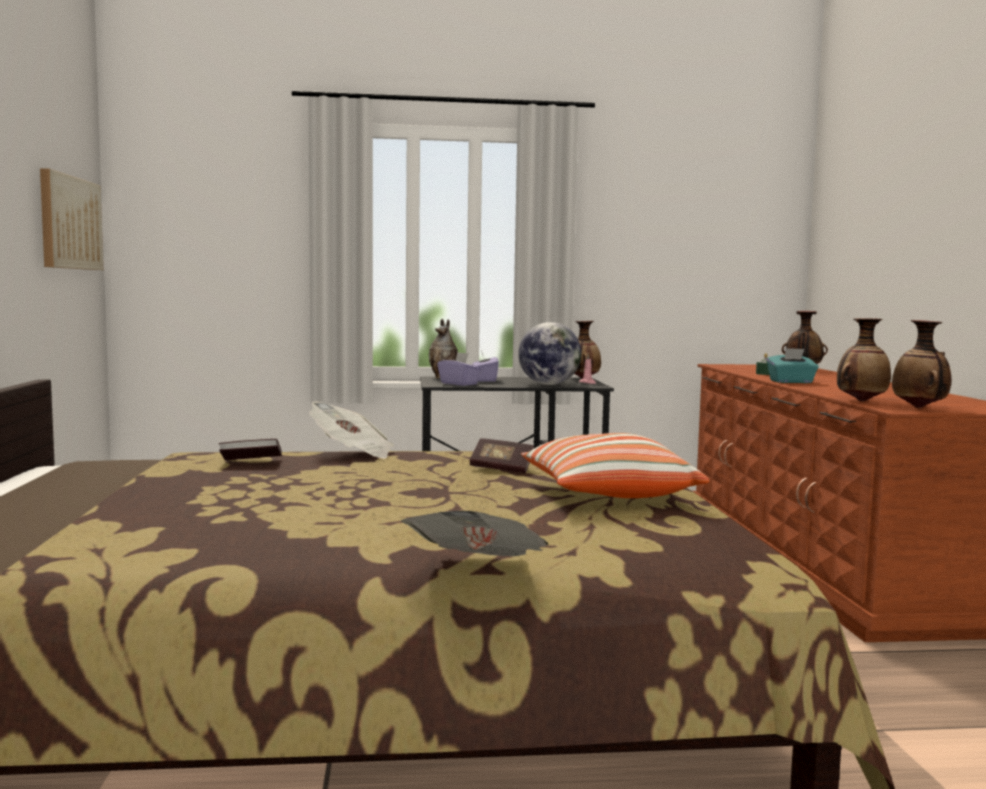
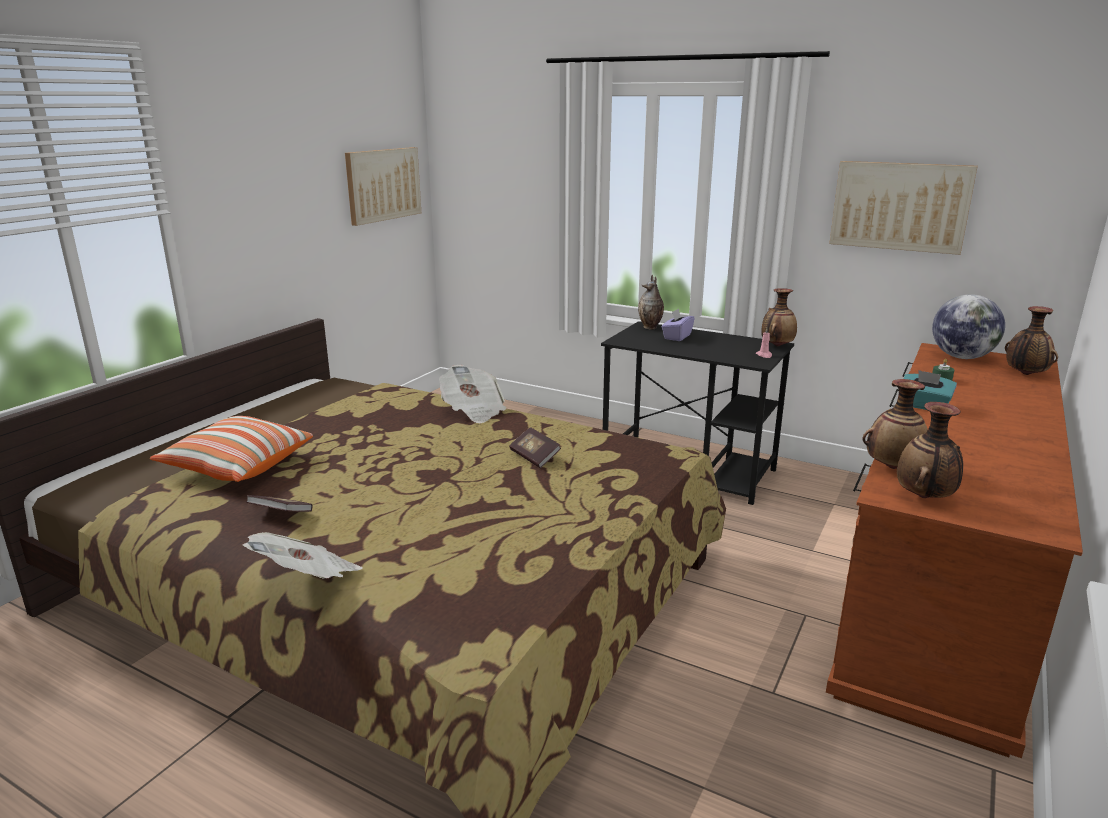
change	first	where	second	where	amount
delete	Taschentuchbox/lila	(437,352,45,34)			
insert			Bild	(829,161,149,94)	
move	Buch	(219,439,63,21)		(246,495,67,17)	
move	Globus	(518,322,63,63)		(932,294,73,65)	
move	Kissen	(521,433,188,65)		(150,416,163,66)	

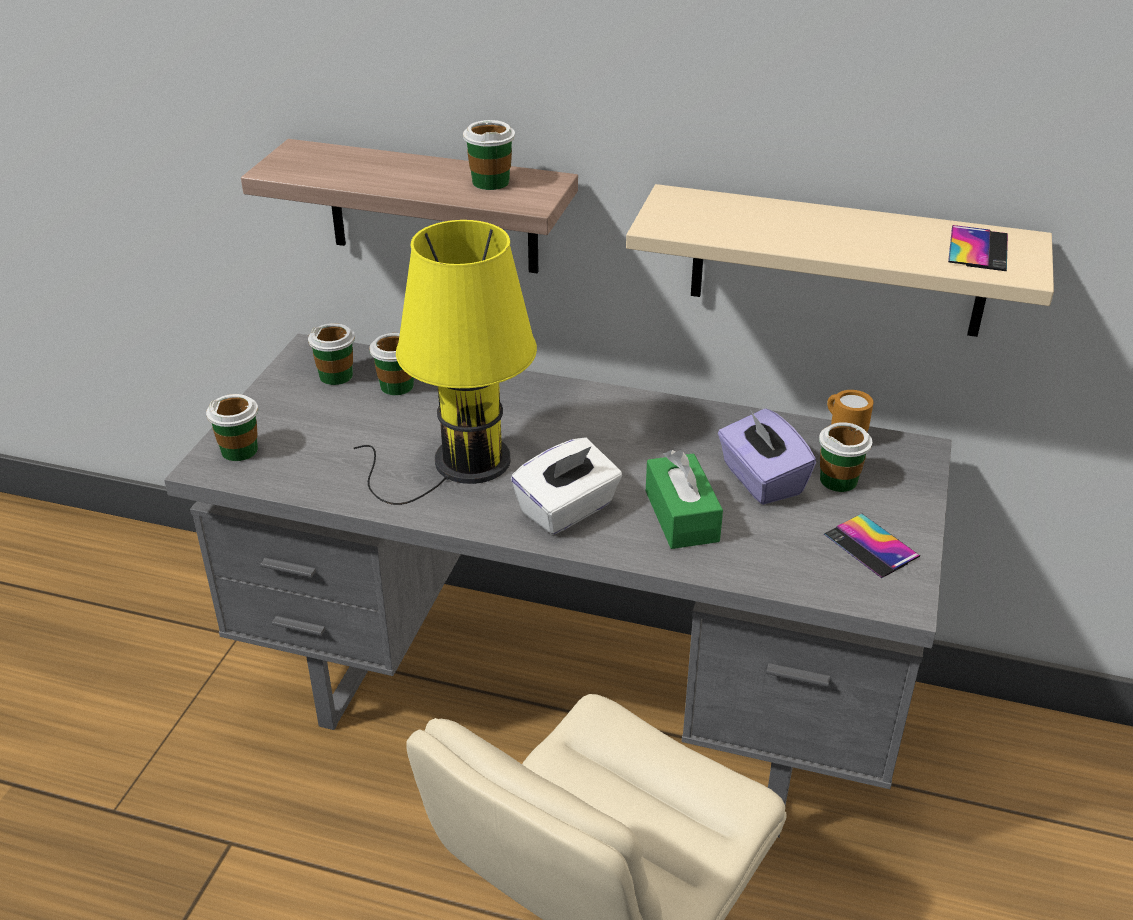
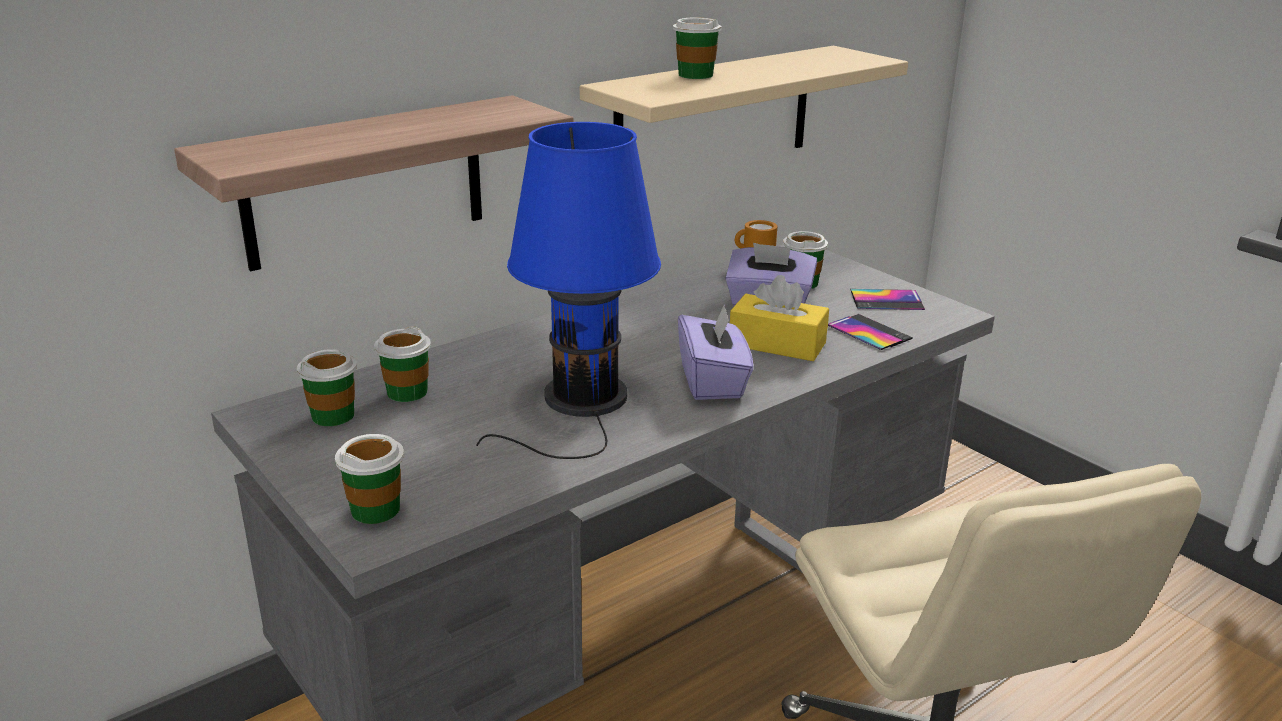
change	first	where	second	where	amount
move	Tasse	(463,120,52,70)		(673,17,48,62)	
move	Handy	(948,225,60,46)		(828,314,85,36)	
recolor	Tischlampe/gelb	(354,220,183,285)	Tischlampe/blau	(477,122,184,337)	
recolor	Taschentuchbox/weiß	(511,438,111,97)	Taschentuchbox/lila	(678,303,75,97)	
recolor	Taschentuchbox/grün	(646,450,77,99)	Taschentuchbox/gelb	(730,275,99,86)	

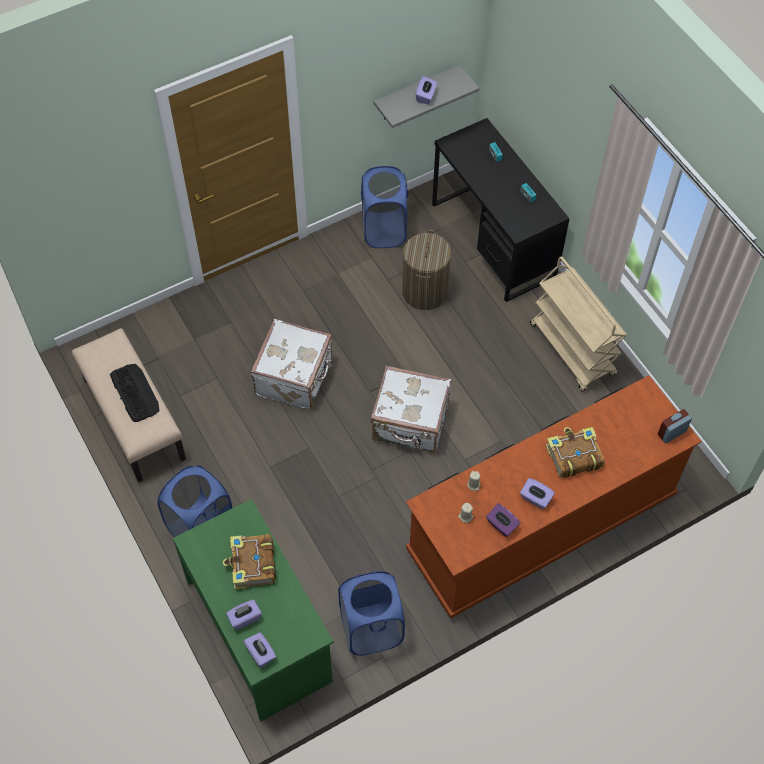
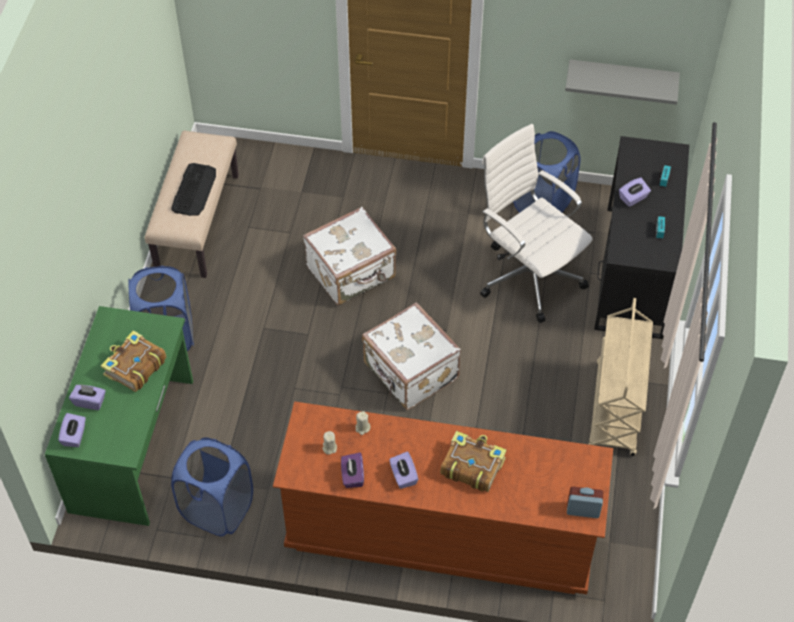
change	first	where	second	where	amount
move	Taschentuchbox/lila	(416,76,21,28)		(619,177,32,30)	
replace	Wäschekorb	(402,230,49,80)	Bürostuhl/weiß	(480,124,113,199)	

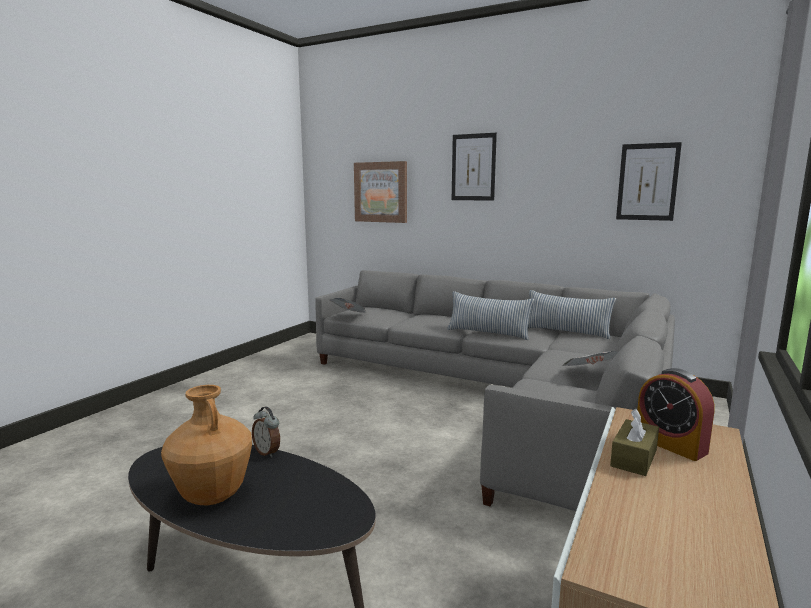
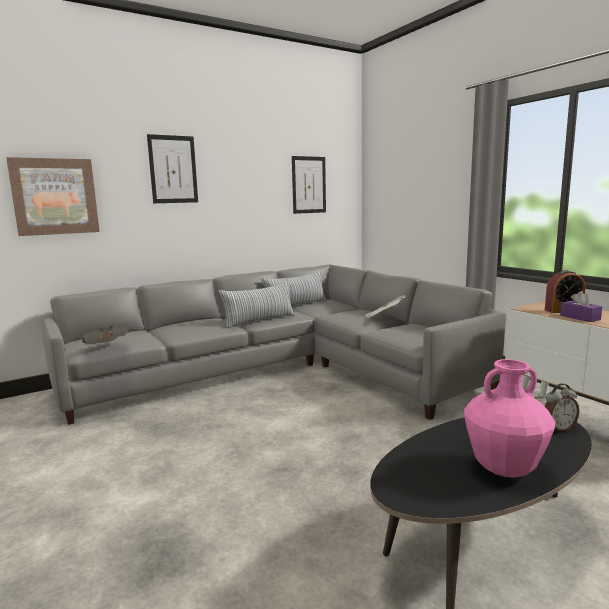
change	first	where	second	where	amount
move	Wecker	(252,407,28,51)		(545,383,34,48)	
recolor	Vase/braun	(161,385,91,121)	Vase/rosa	(464,359,91,119)	
recolor	Taschentuchbox/braun	(610,409,49,67)	Taschentuchbox/lila	(560,291,42,31)	

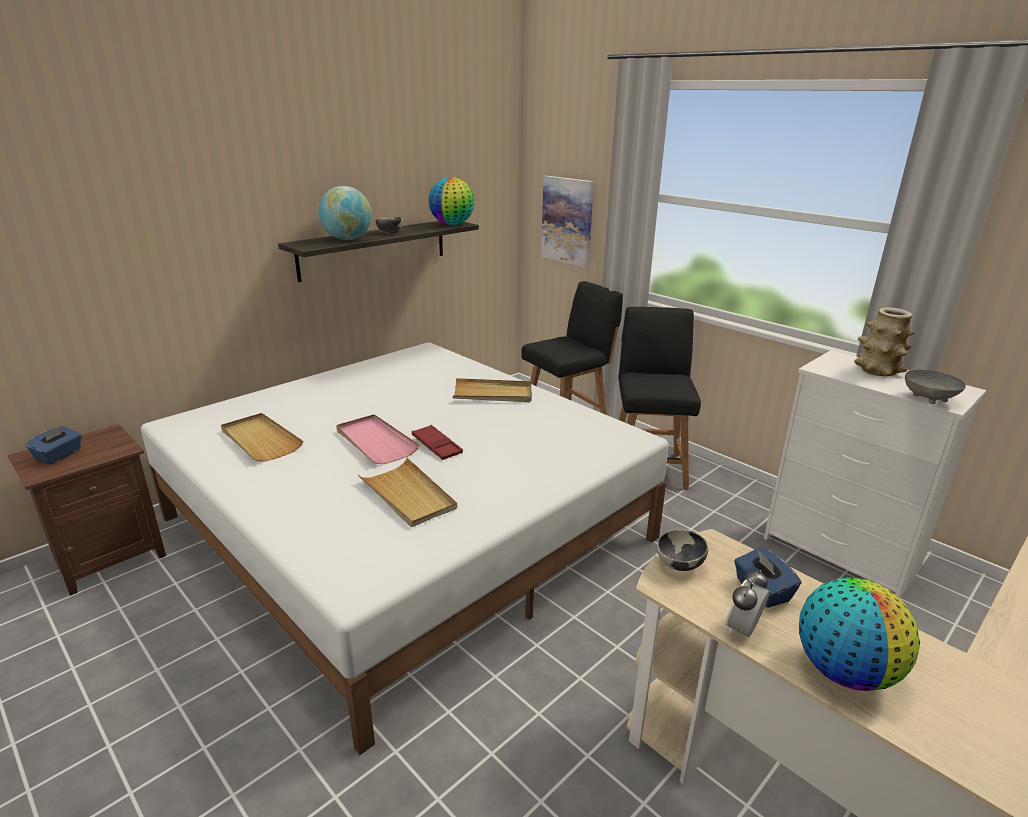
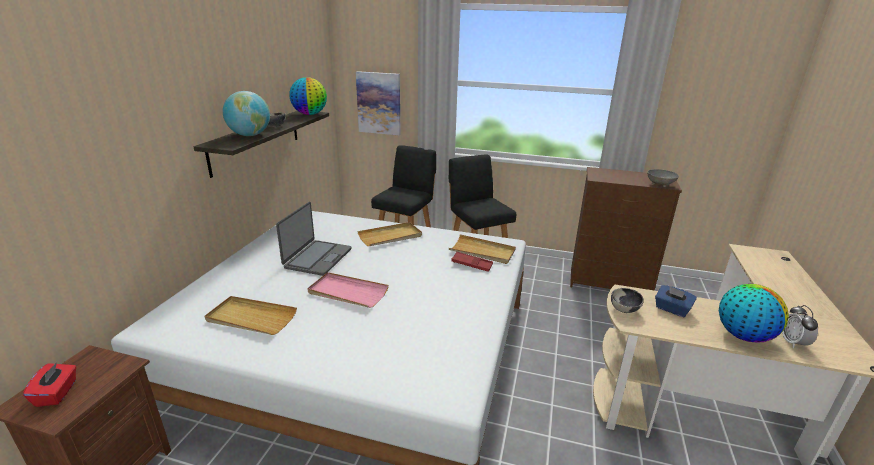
change	first	where	second	where	amount
delete	Vase	(854,308,61,68)			
insert			Laptop	(276,202,76,74)	
move	Tablett/beige	(357,458,100,69)		(449,234,67,30)	
move	Tablett/rot	(412,425,51,35)		(451,252,42,20)	
move	Wecker	(725,569,45,68)		(782,305,36,43)	
recolor	Taschentuchbox/blau	(26,425,56,39)	Taschentuchbox/rot	(23,362,53,45)	
recolor	Kommode/weiß	(764,350,222,248)	Kommode/braun	(570,167,112,123)	

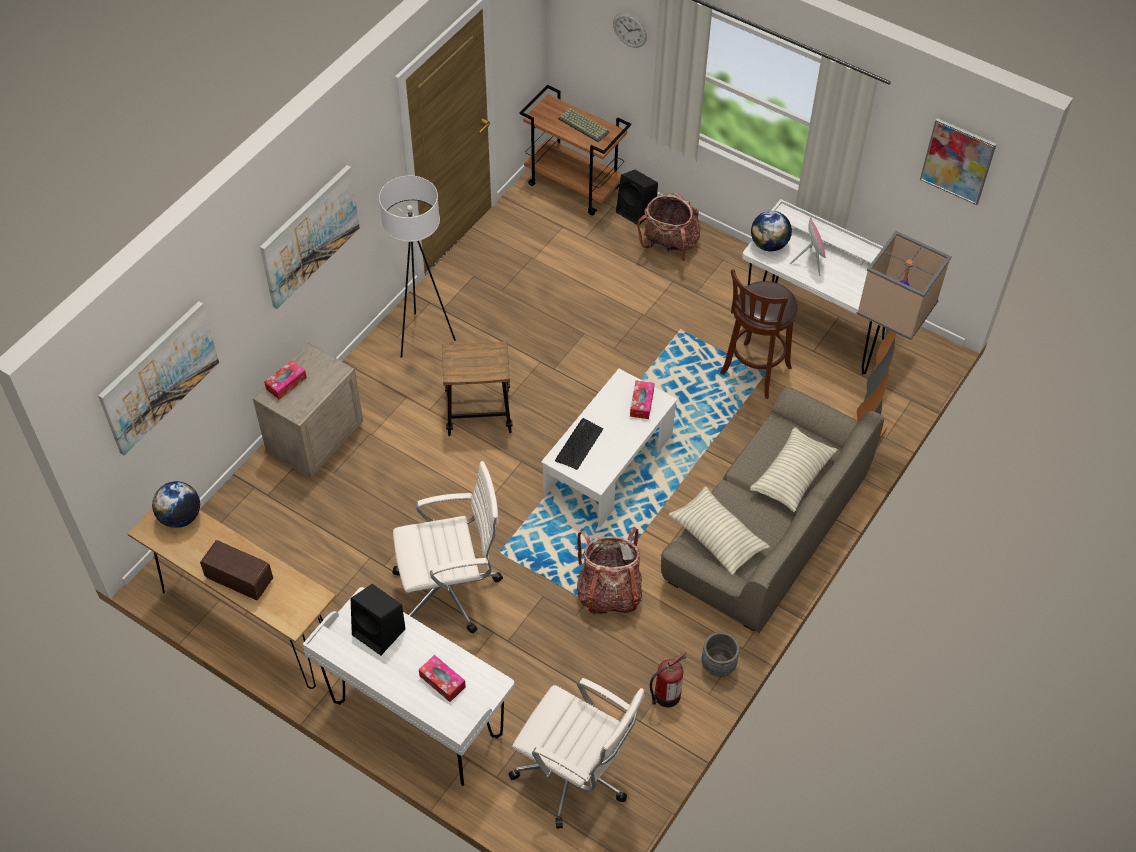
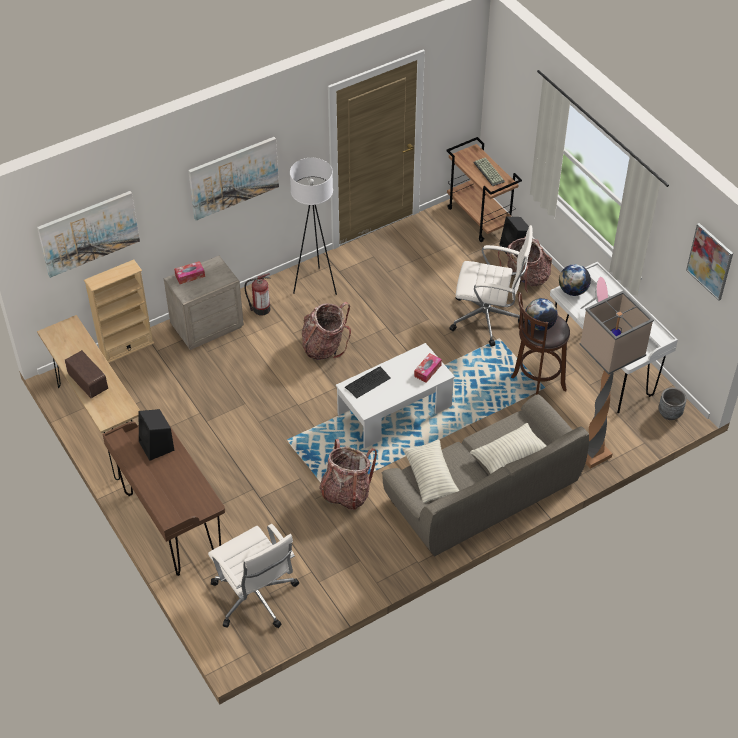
change	first	where	second	where	amount
delete	Taschentuchbox	(419,655,47,47)			
delete	Wanduhr	(613,13,34,35)			
insert			Bücherregal/beige	(84,260,70,103)	
move	Globus	(152,481,48,47)		(525,298,33,33)	
move	Bürostuhl/weiß	(392,461,111,173)		(449,225,84,122)	
move	Feuerlöscher	(650,652,36,55)		(244,273,27,43)	
move	Pflanzkübel/grau	(702,632,38,45)		(658,388,29,32)	
replace	Hocker	(442,341,71,95)	Rucksack	(302,302,49,58)	
recolor	Schreibtisch/weiß	(303,587,211,199)	Schreibtisch/braun	(103,422,122,154)	

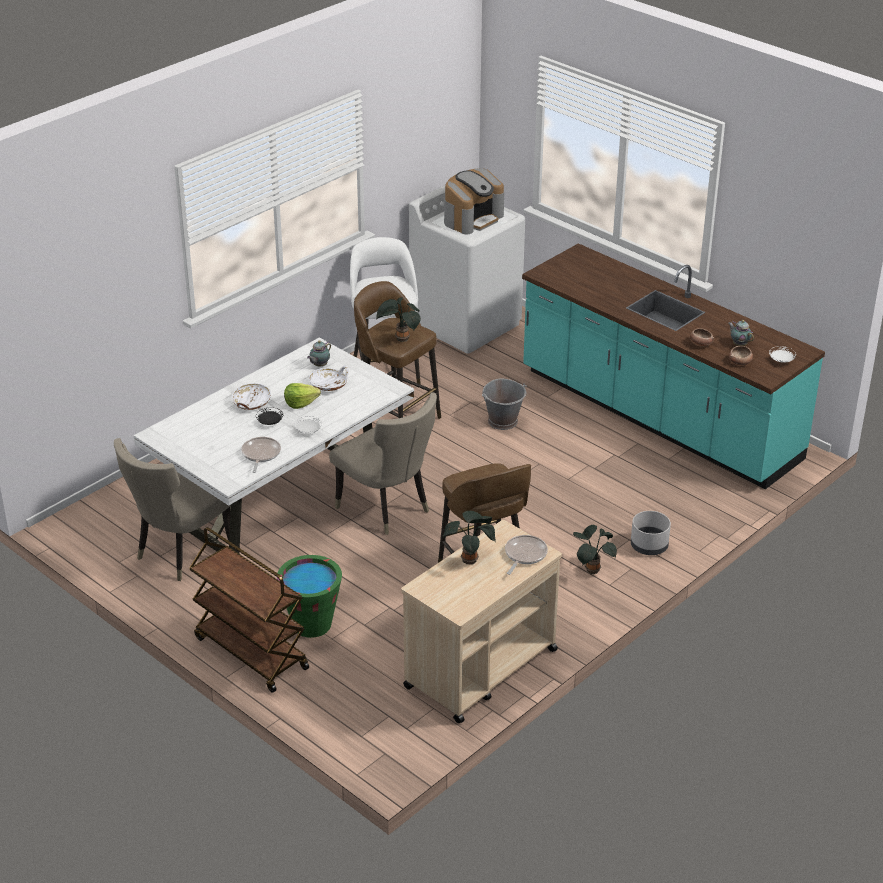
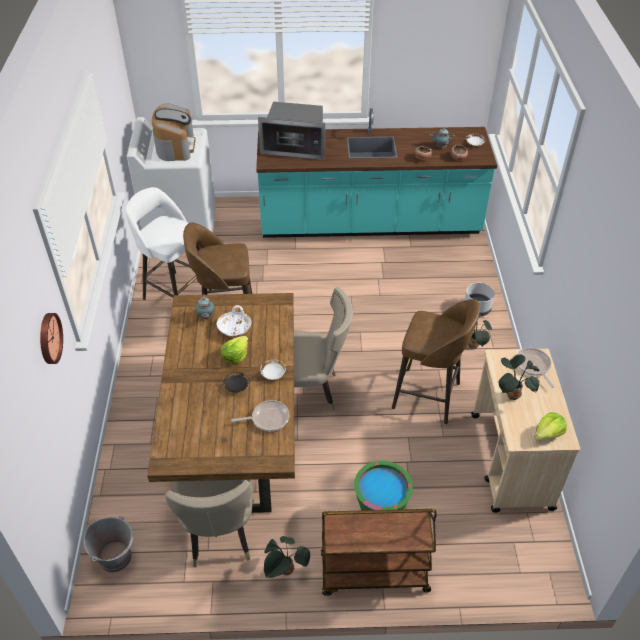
change	first	where	second	where	amount
delete	Schüssel/weiß	(232,383,39,27)			
insert			Wanduhr	(40,313,23,51)	
insert			Mikrowelle	(258,102,67,58)	
insert			Salatkopf	(534,412,33,28)	
move	Topfpflanze	(376,298,45,44)		(264,536,46,42)	
move	Eimer/grau	(482,378,45,52)		(84,516,49,57)	
recolor	Esstisch/weiß	(134,338,280,215)	Esstisch/braun	(147,293,148,220)	
rotate	Pfanne	(241,437,40,36)		(231,400,59,31)	120 degrees clockwise

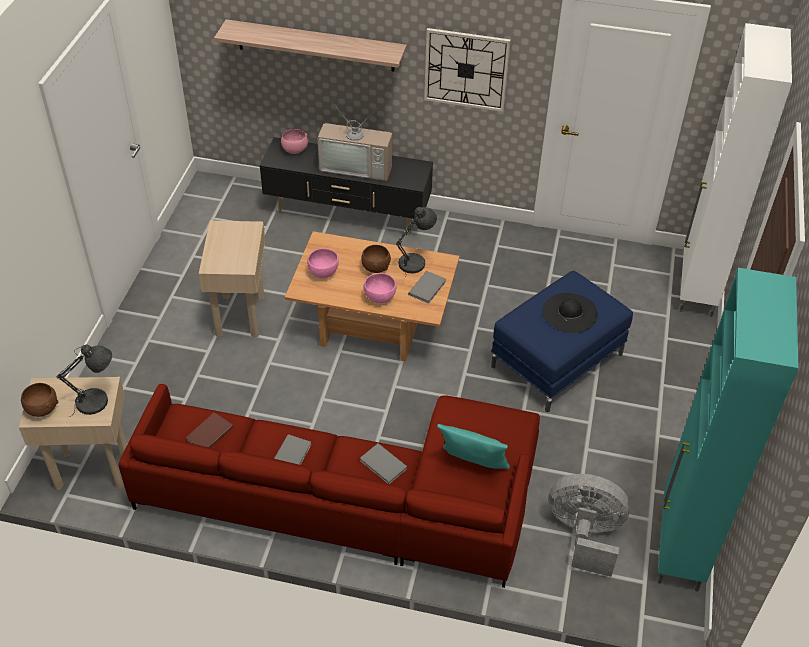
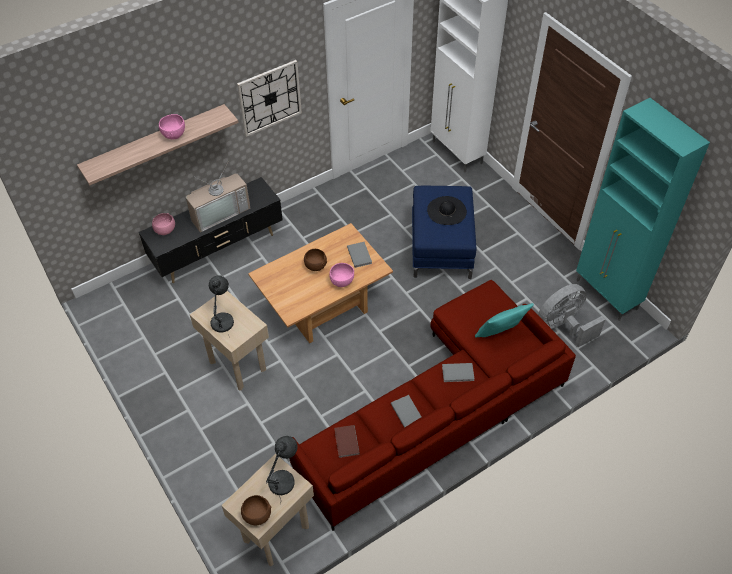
change	first	where	second	where	amount
move	Schüssel/rosa	(307,248,32,30)		(159,114,26,25)	
move	Tischlampe/grau	(396,207,41,71)		(209,275,25,63)	

